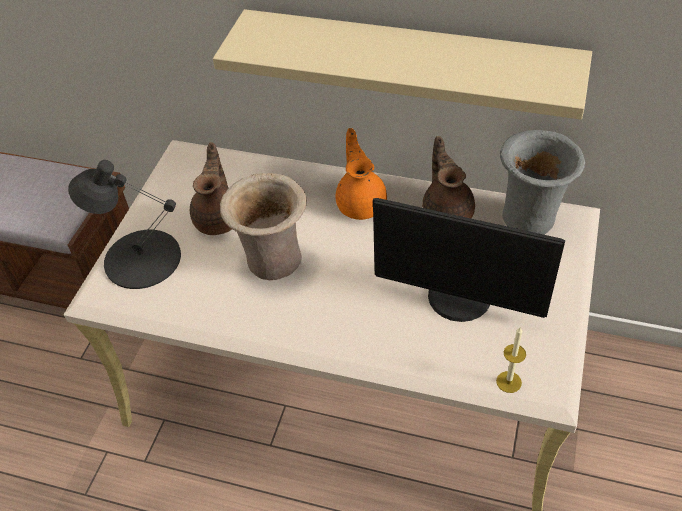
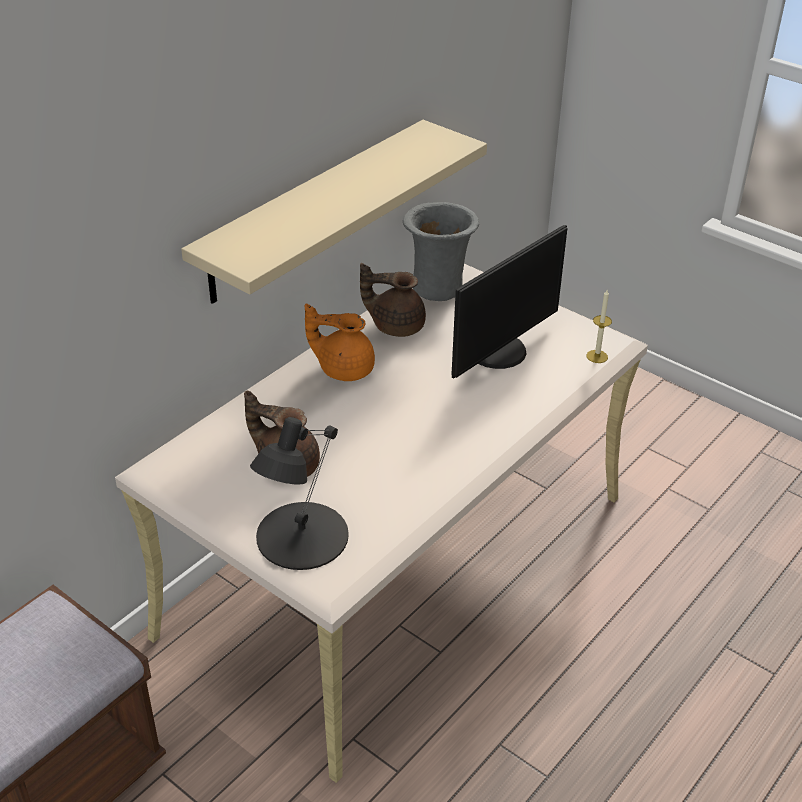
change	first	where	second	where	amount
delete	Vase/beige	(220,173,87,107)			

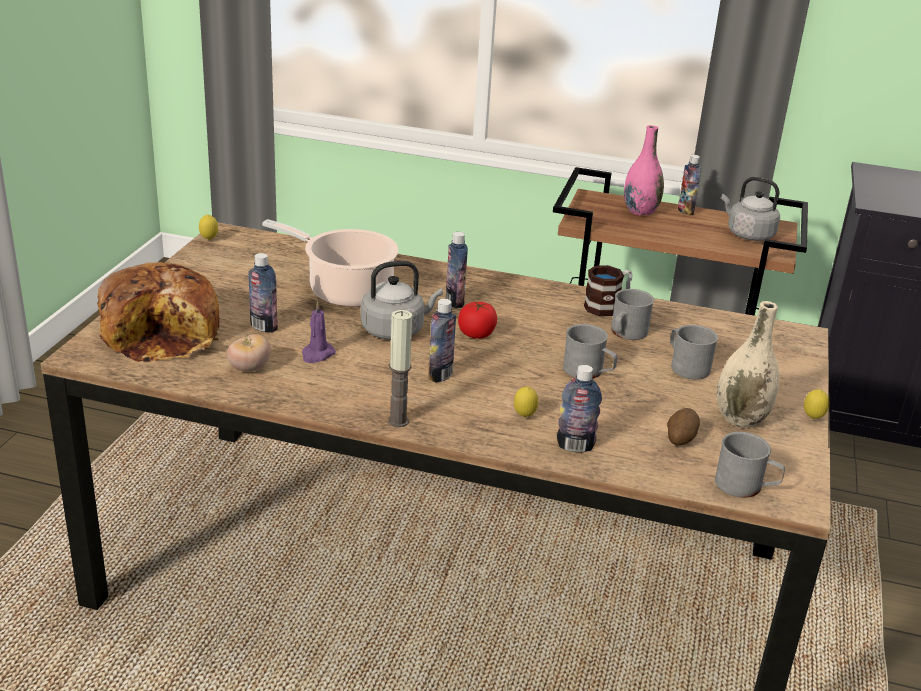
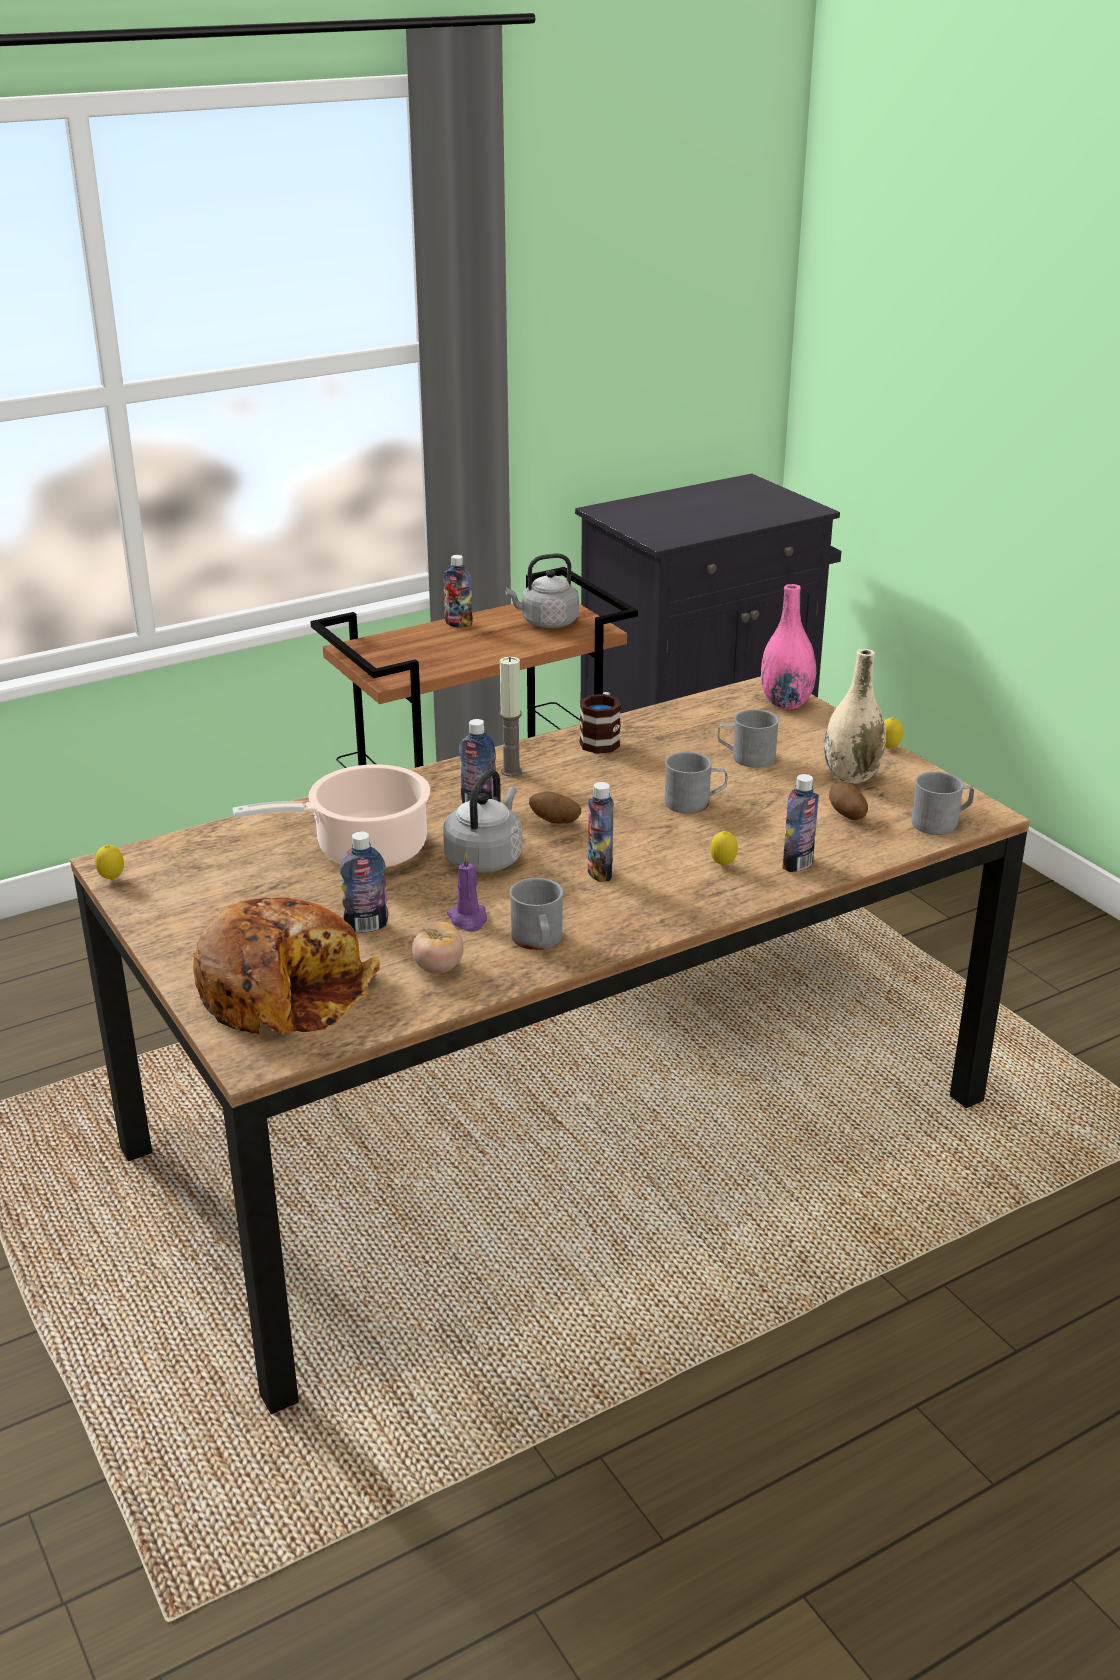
change	first	where	second	where	amount
move	Kerze	(388,310,24,117)		(500,657,22,120)	
move	Henkelbecher/grau	(611,289,43,51)		(509,878,54,72)	
move	Vase/rosa	(624,125,40,90)		(761,584,55,125)	
replace	Tomate	(458,301,39,38)	Kartoffel	(529,791,52,33)	

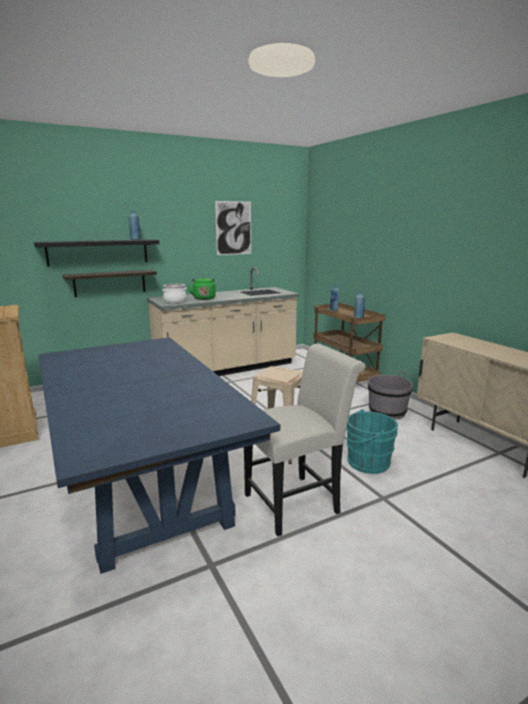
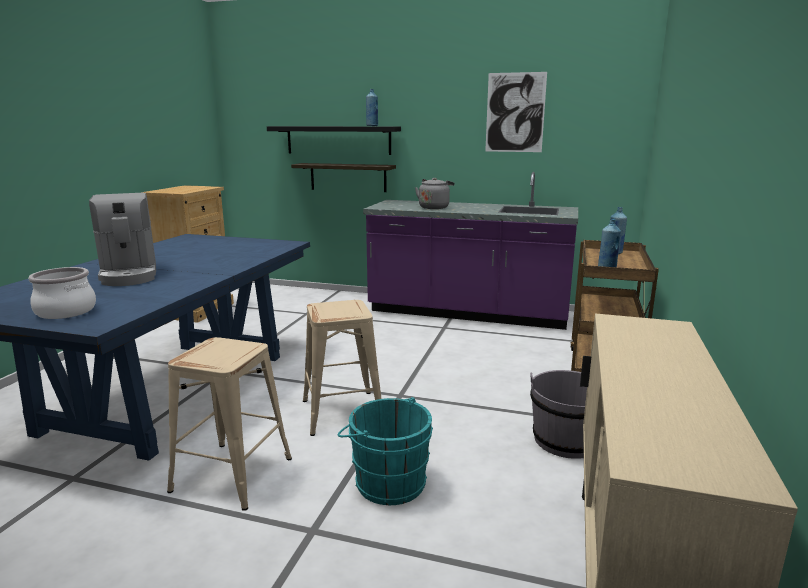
change	first	where	second	where	amount
insert			Kaffeemaschine	(89,193,67,93)	
move	Kochtopf	(162,284,25,19)		(28,267,68,52)	
replace	Stuhl/weiß	(244,344,122,192)	Hocker/beige	(167,337,125,174)	
recolor	Küchenzeile/beige	(147,267,152,109)	Küchenzeile/lila	(363,172,215,158)	
recolor	Wasserkessel/grün	(188,277,28,23)	Wasserkessel/grau	(415,178,39,31)	

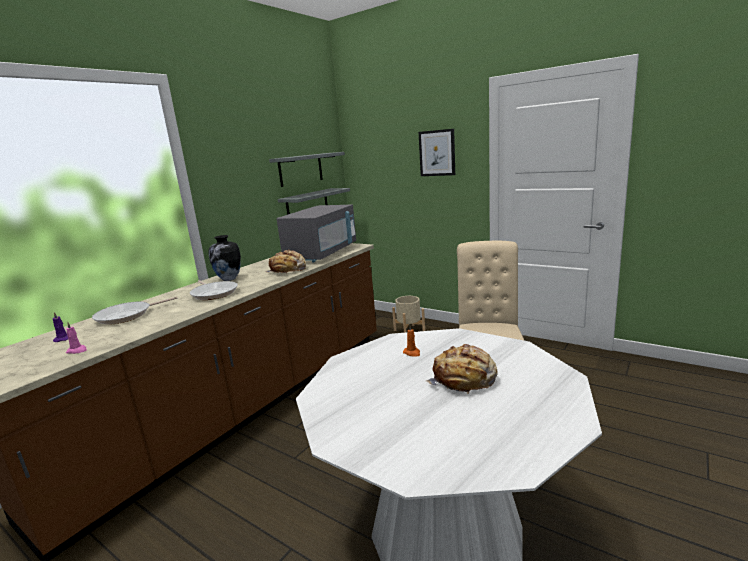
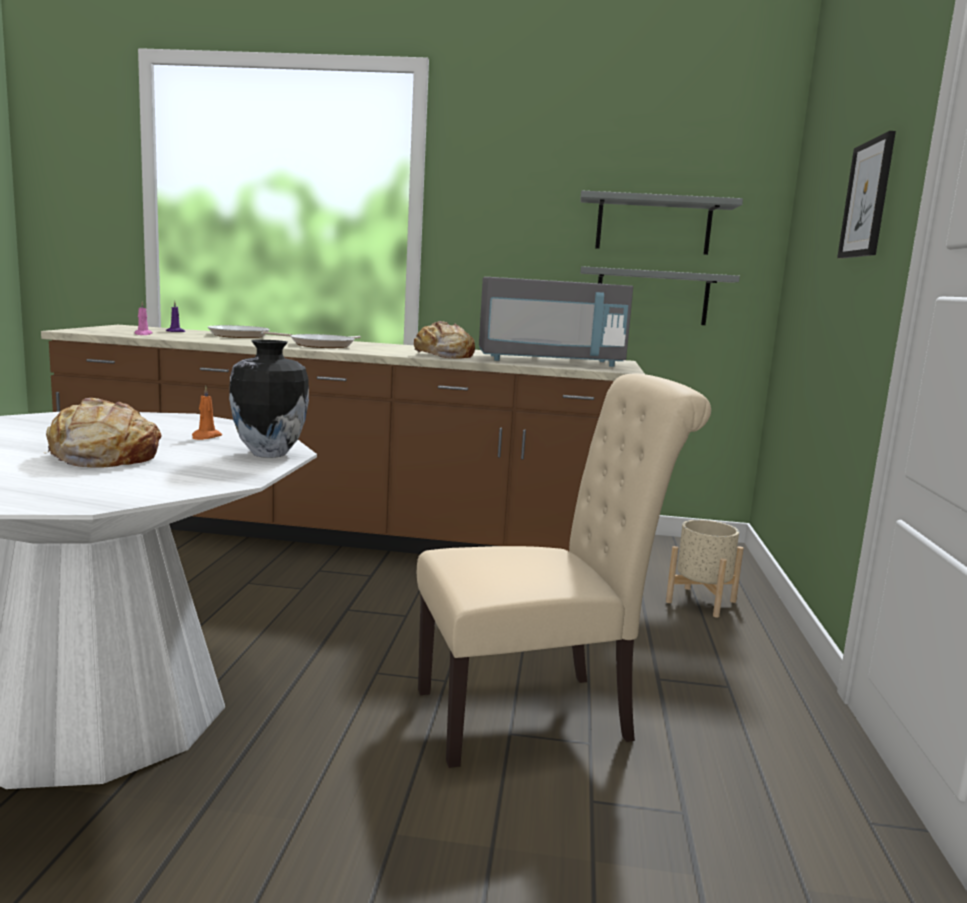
change	first	where	second	where	amount
move	Vase	(208,235,33,46)		(229,340,80,118)	

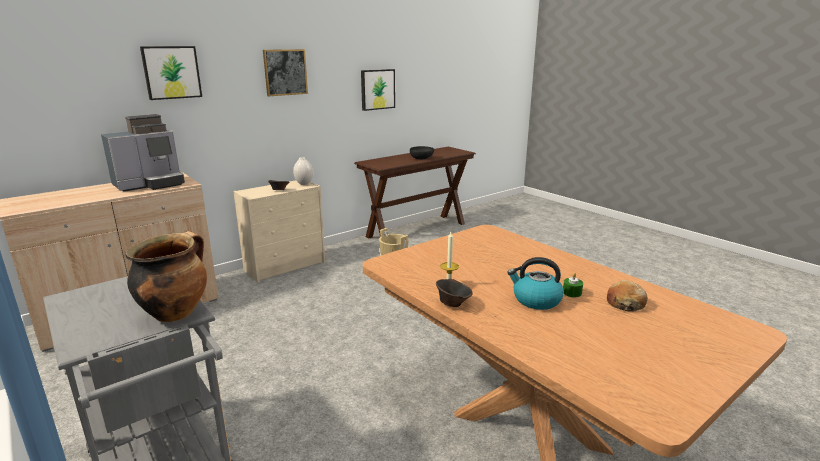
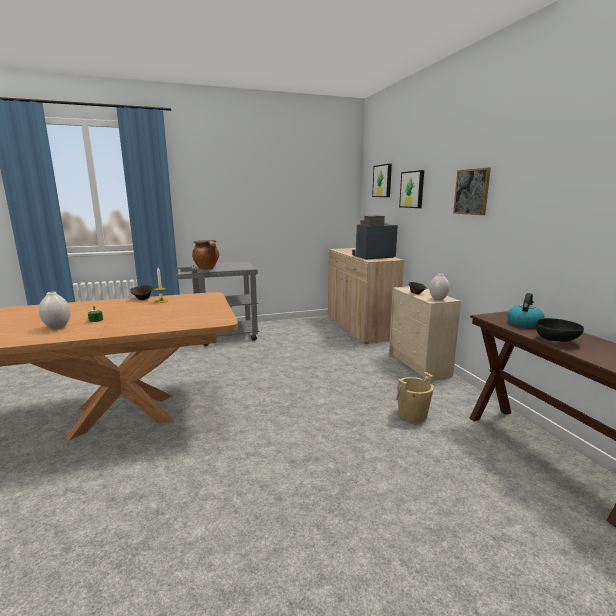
change	first	where	second	where	amount
move	Bild	(361,69,34,42)		(372,164,20,33)	
move	Wasserkessel	(507,257,57,53)		(507,293,38,35)	
replace	Brot	(607,280,41,32)	Vase/weiß	(39,292,32,37)	
rotate	Kaffeemaschine	(101,114,84,78)		(352,216,46,43)	90 degrees clockwise

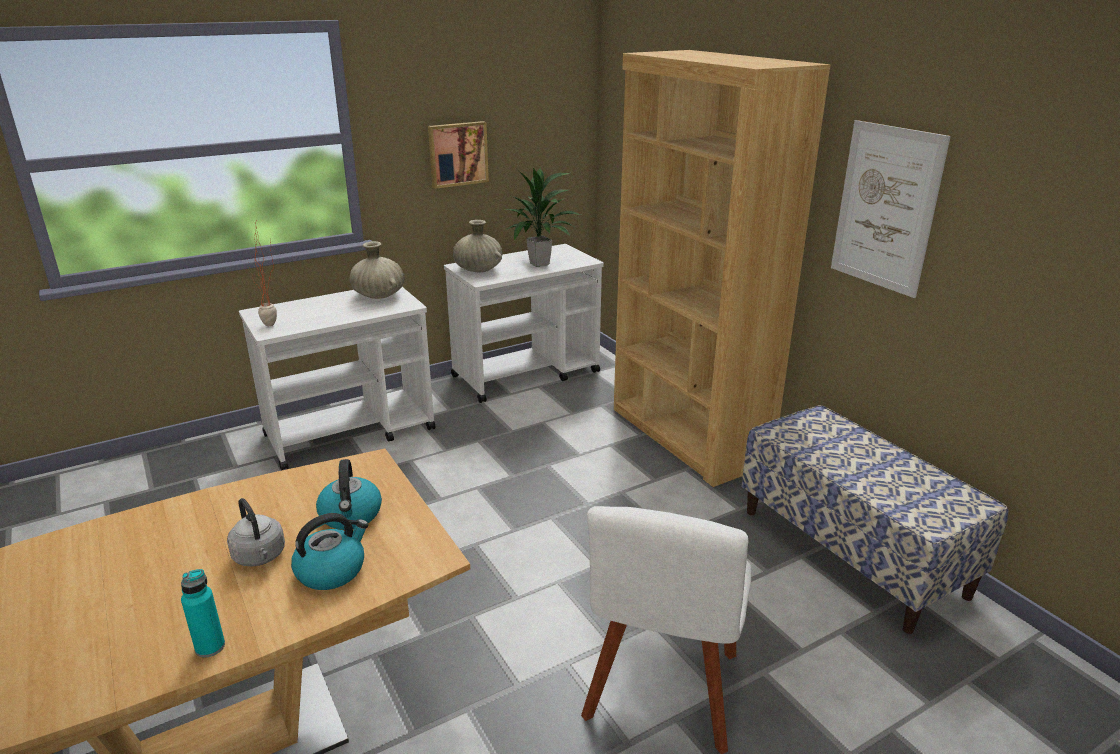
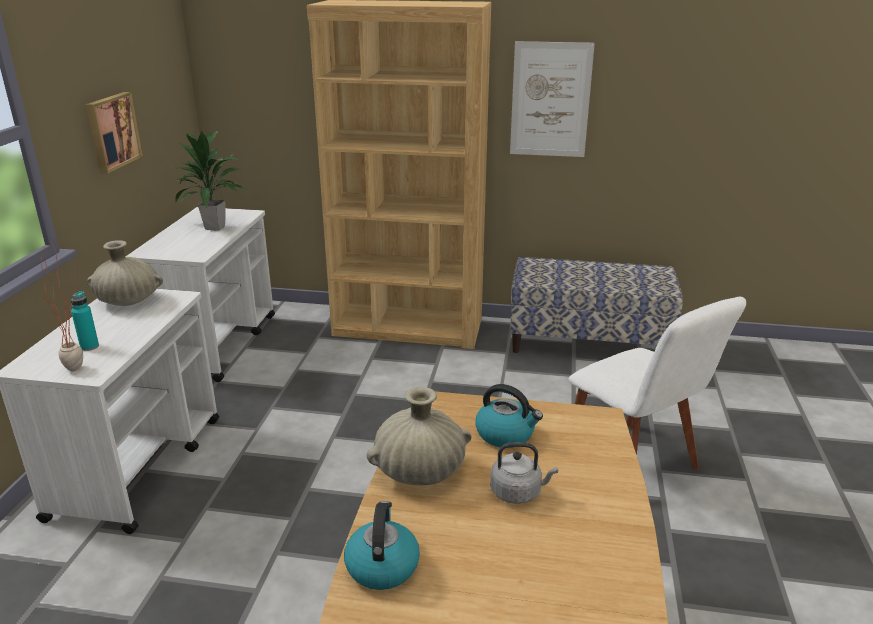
change	first	where	second	where	amount
move	Flasche/türkis	(181,569,44,88)		(71,291,28,60)	
move	Wasserkessel	(291,513,78,77)		(344,501,76,89)	
move	Vase/beige	(453,220,49,52)		(367,387,105,99)	

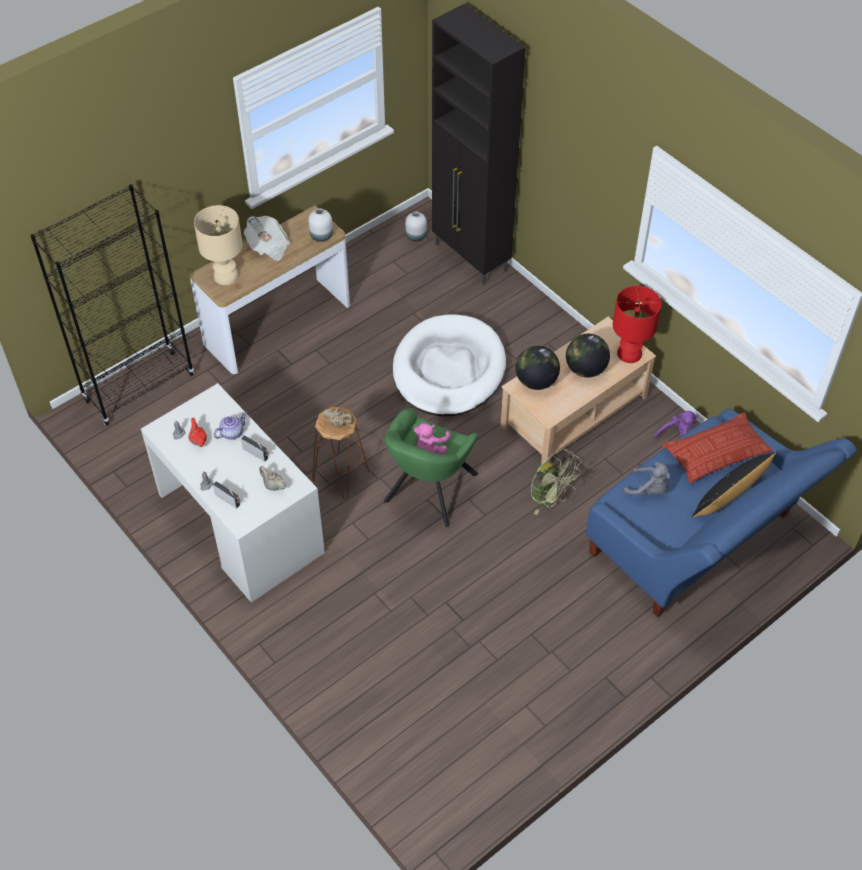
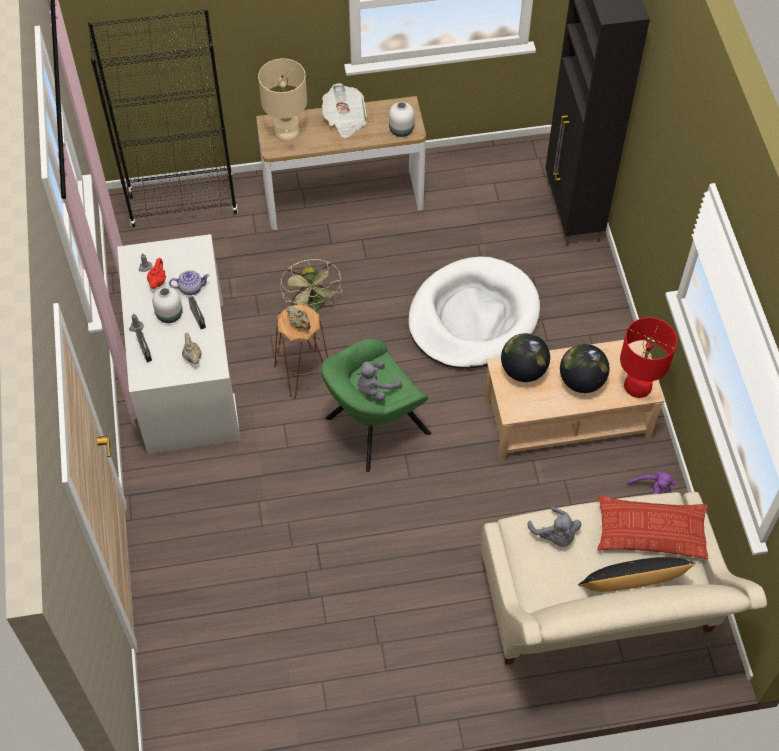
change	first	where	second	where	amount
move	Vase/weiß	(405,212,22,30)		(152,287,30,36)	
move	Ventilator/grün	(531,449,51,66)		(280,259,62,52)	
recolor	Plüschtier/rosa	(414,423,37,31)	Plüschtier/grau	(357,361,45,40)	
recolor	Sofa/blau	(586,408,271,209)	Sofa/beige	(481,492,286,173)	

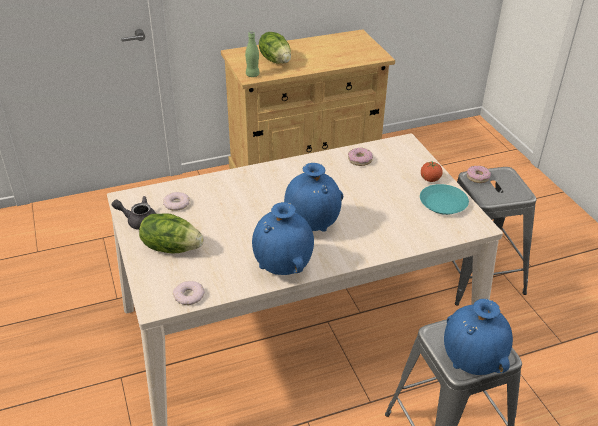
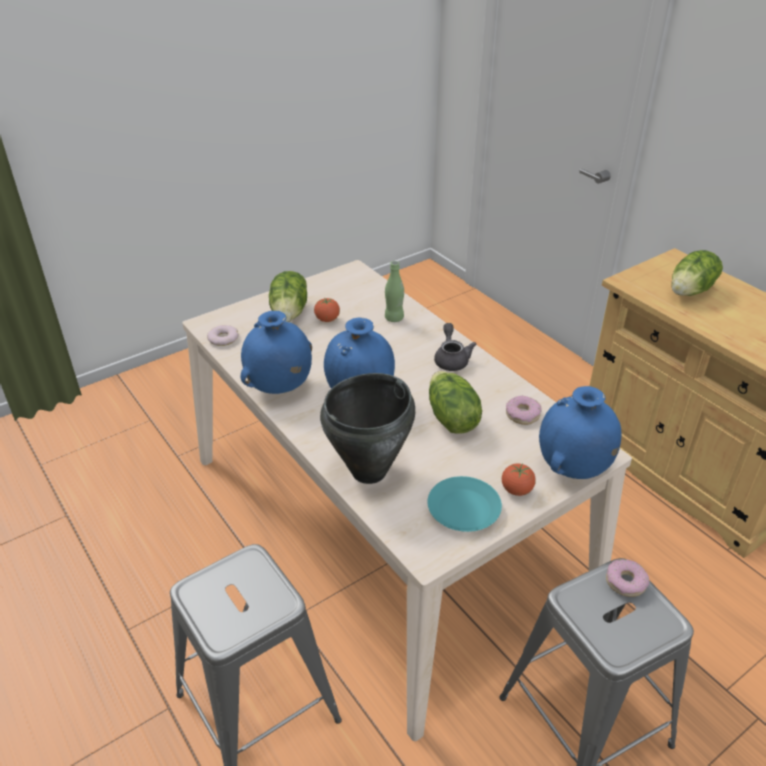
change	first	where	second	where	amount
delete	Donut	(163,192,27,19)			
insert			Tomate	(314,298,26,24)	
insert			Kochtopf/schwarz	(320,373,95,111)	
insert			Salatkopf	(429,371,53,63)	
move	Teekanne/grau	(112,196,44,34)		(434,323,42,48)	
move	Flasche/grün	(245,32,14,45)		(385,261,19,61)	
move	Vase/blau	(444,299,69,76)		(539,386,82,93)	

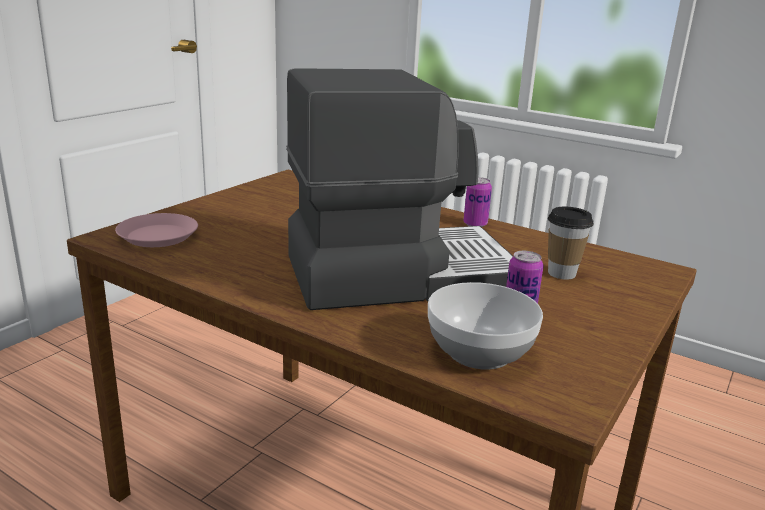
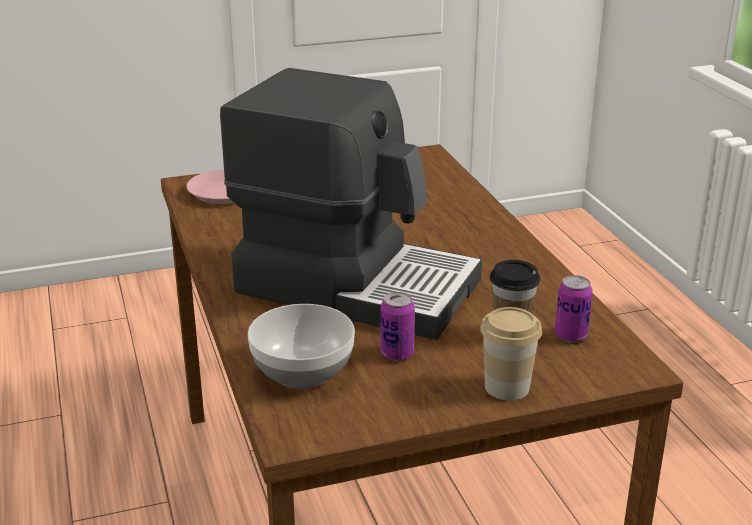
change	first	where	second	where	amount
insert			Tasse	(480,307,62,93)	
move	Dose	(463,177,29,50)		(555,275,38,67)	

